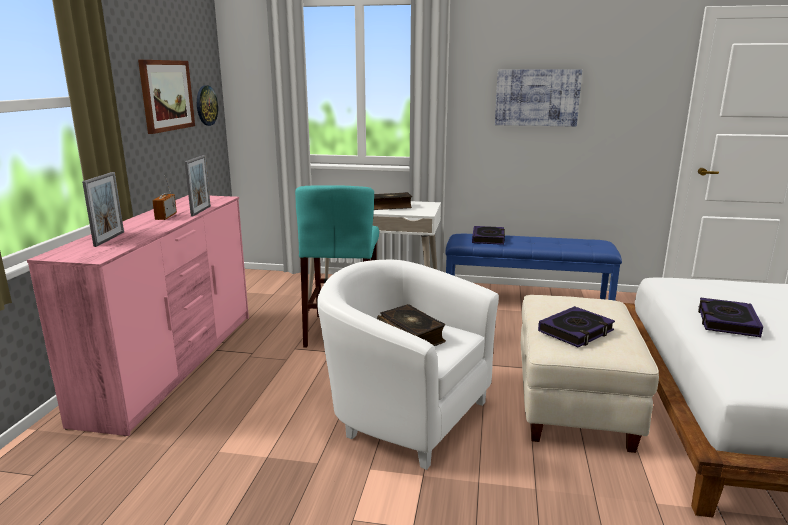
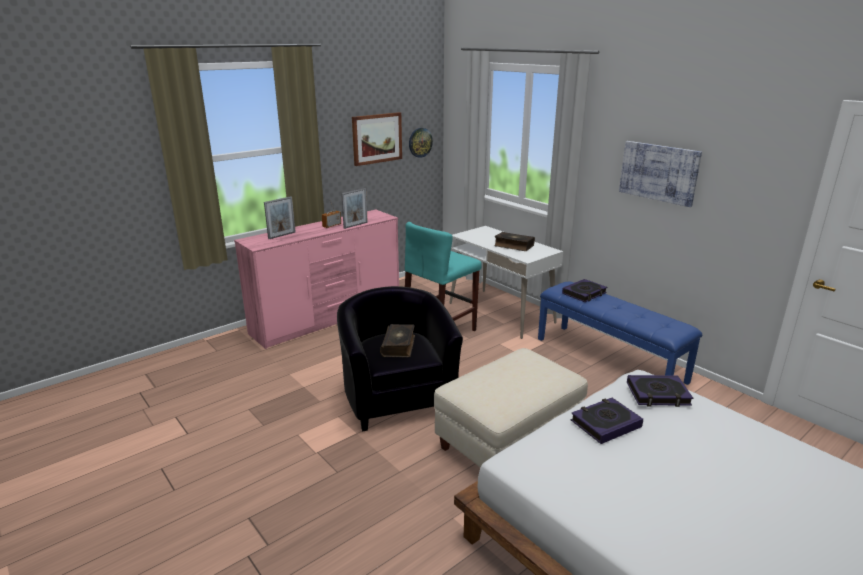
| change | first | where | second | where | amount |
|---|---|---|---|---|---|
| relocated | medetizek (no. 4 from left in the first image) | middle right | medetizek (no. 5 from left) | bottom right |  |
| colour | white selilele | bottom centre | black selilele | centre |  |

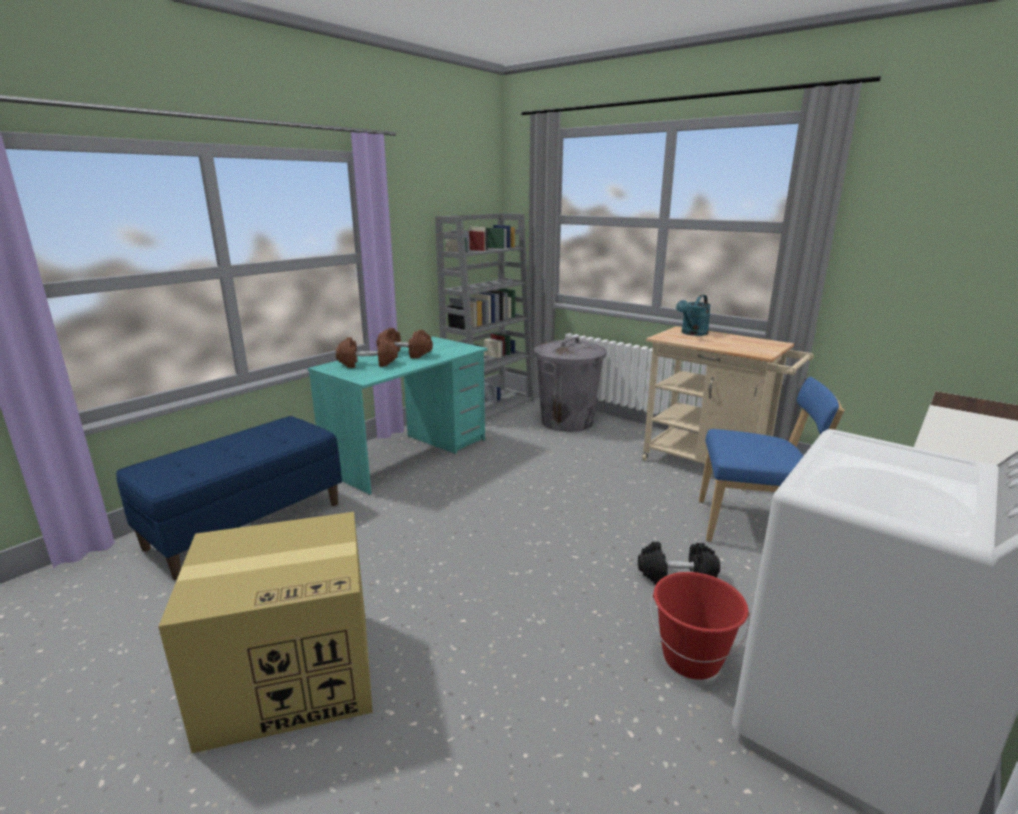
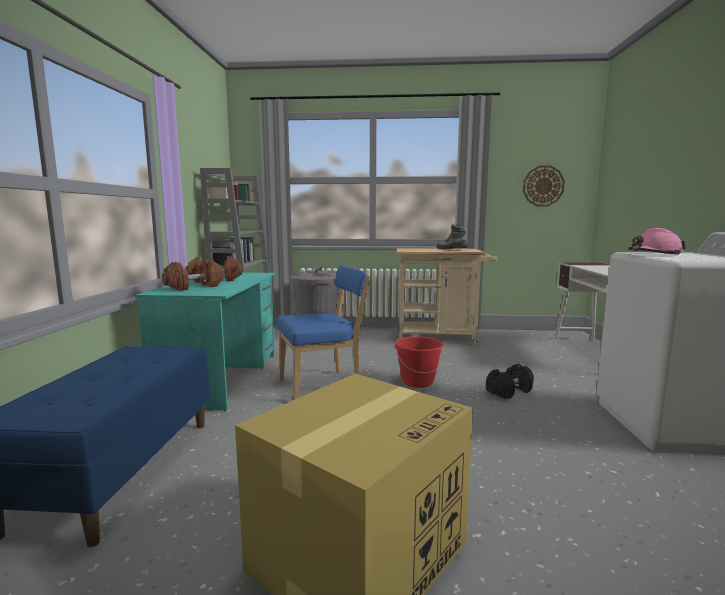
| change | first | where | second | where | amount |
|---|---|---|---|---|---|
| missing | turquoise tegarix | middle right |  |  |  |
| appeared |  |  | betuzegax | centre |  |
| appeared |  |  | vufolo | top right |  |
| appeared |  |  | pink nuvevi | middle right |  |
| relocated | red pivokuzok | bottom right |  | centre |  |
| relocated | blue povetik | middle right |  | centre |  |

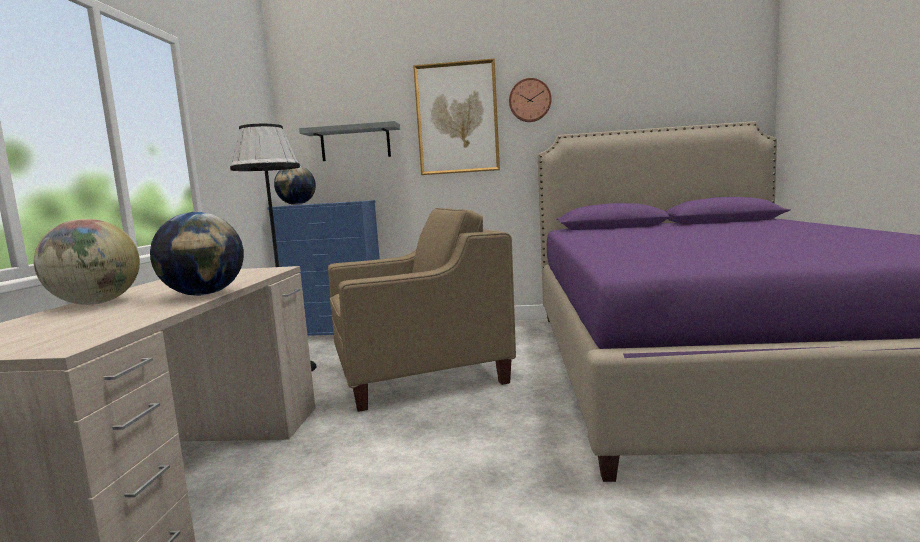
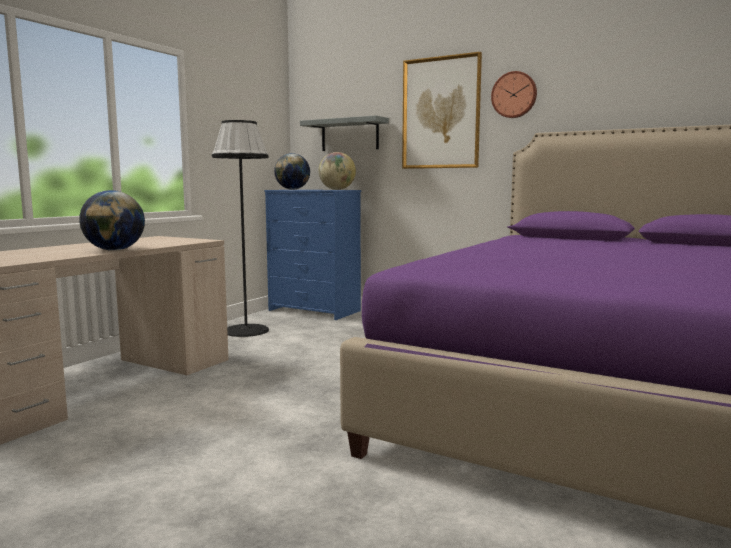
| change | first | where | second | where | amount |
|---|---|---|---|---|---|
| missing | beige selilele | centre |  |  |  |
| relocated | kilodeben (no. 1 from left in the first image) | middle left | kilodeben (no. 3 from left) | top centre |  |

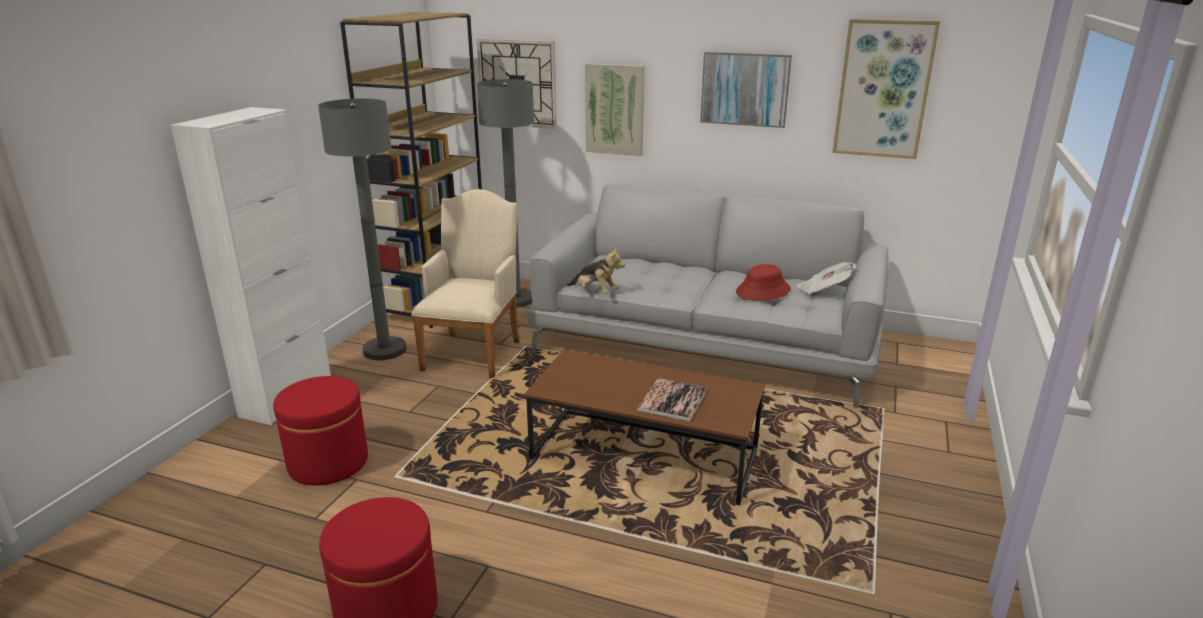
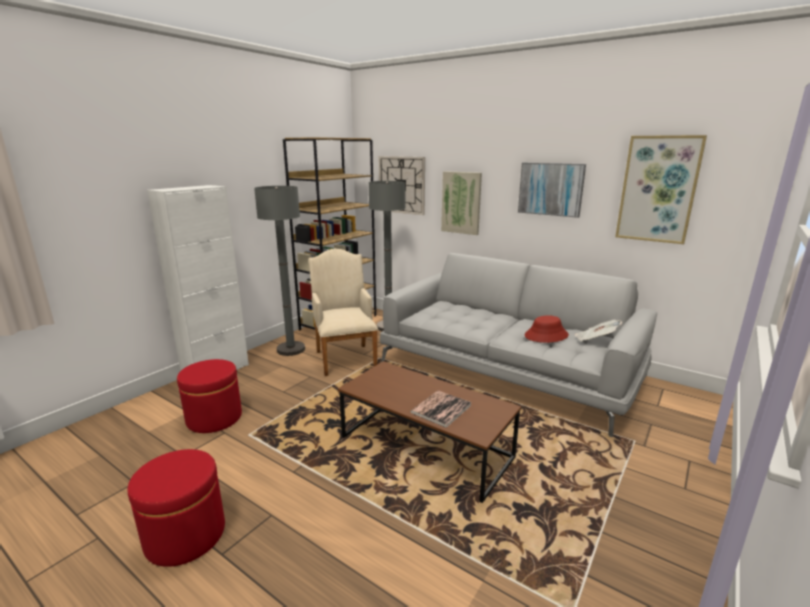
| change | first | where | second | where | amount |
|---|---|---|---|---|---|
| missing | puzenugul | centre |  |  |  |
| spun | beige selilele | centre |  | centre | 45 degrees counterclockwise |

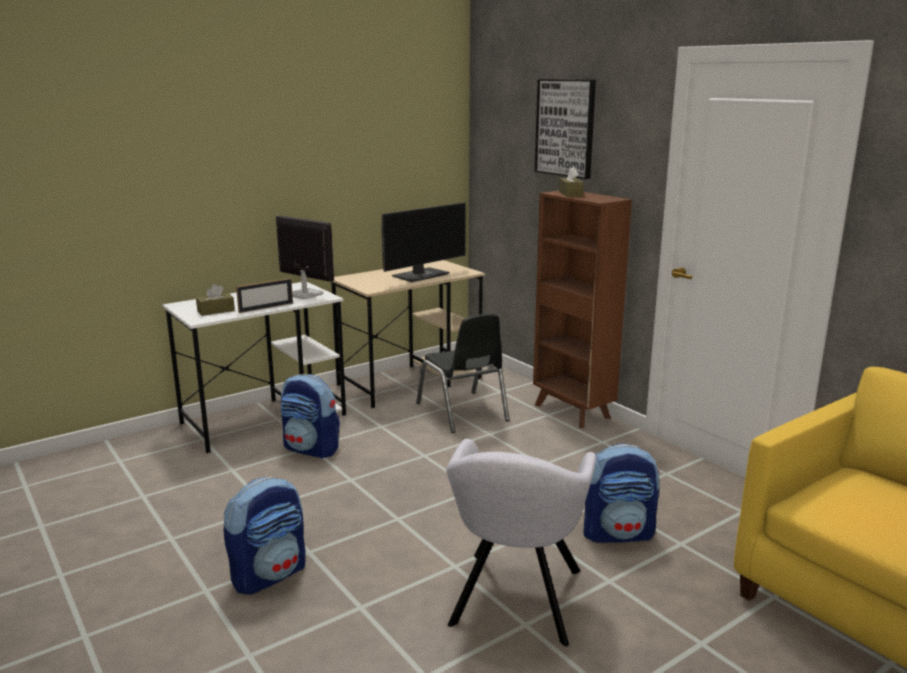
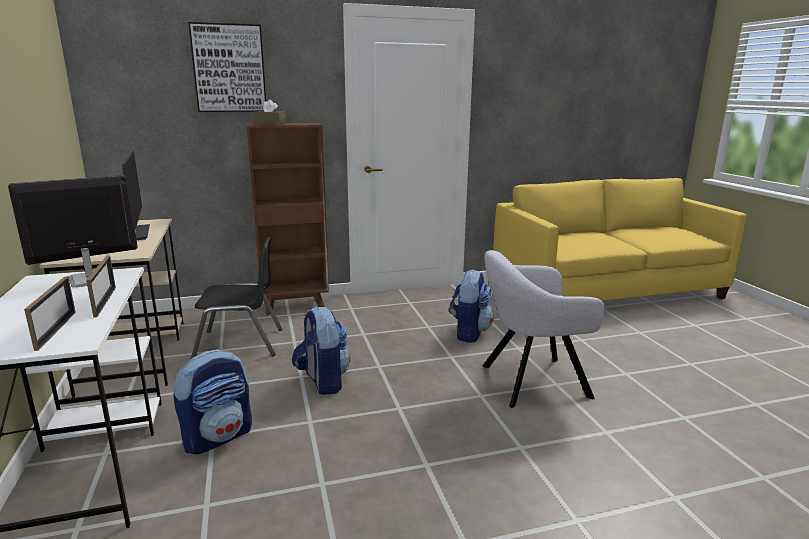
| change | first | where | second | where | amount |
|---|---|---|---|---|---|
| relocated | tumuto (no. 1 from left in the first image) | bottom left | tumuto (no. 2 from left) | centre |  |
| exchanged | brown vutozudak (no. 1 from left) | middle left | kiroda (no. 1 from left) | middle left |  |
| spun | grey selilele | bottom centre |  | middle right | 135 degrees clockwise |

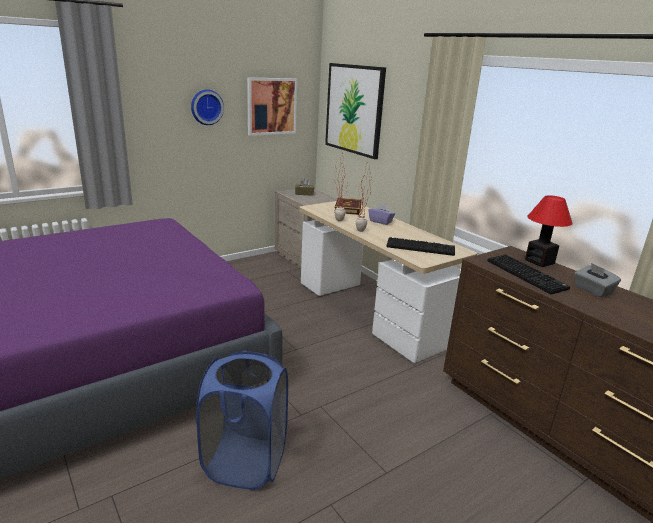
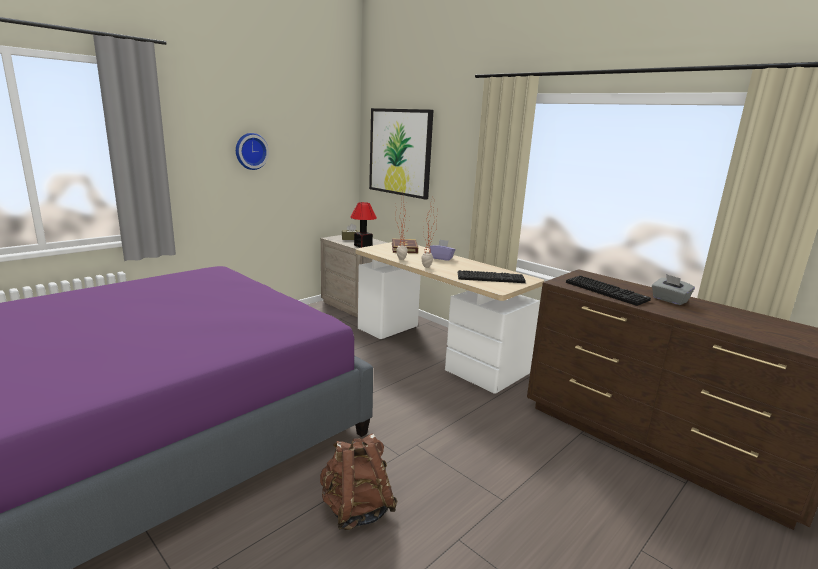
| change | first | where | second | where | amount |
|---|---|---|---|---|---|
| missing | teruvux (no. 1 from left) | top centre |  |  |  |
| relocated | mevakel | middle right |  | centre |  |
| exchanged | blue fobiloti | bottom centre | brown tumuto | bottom centre |  |

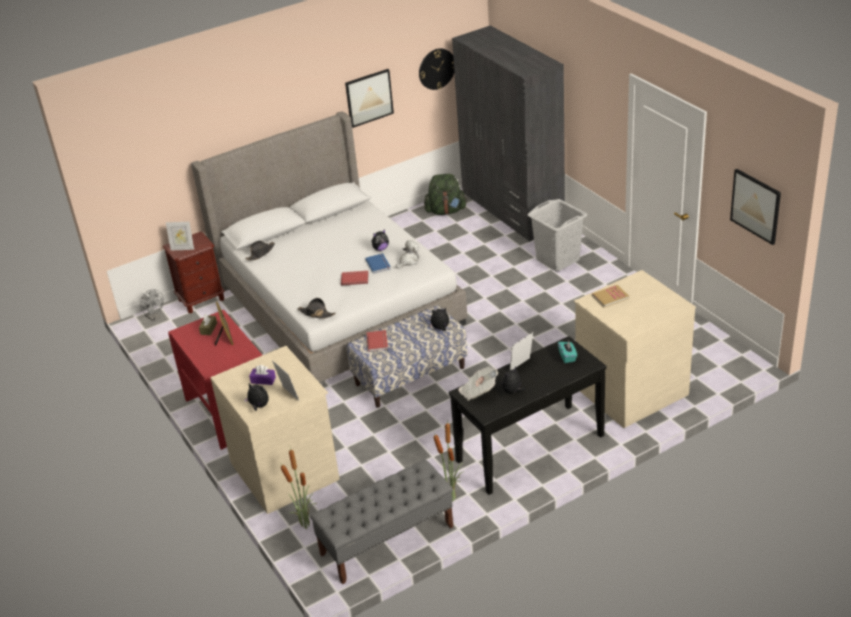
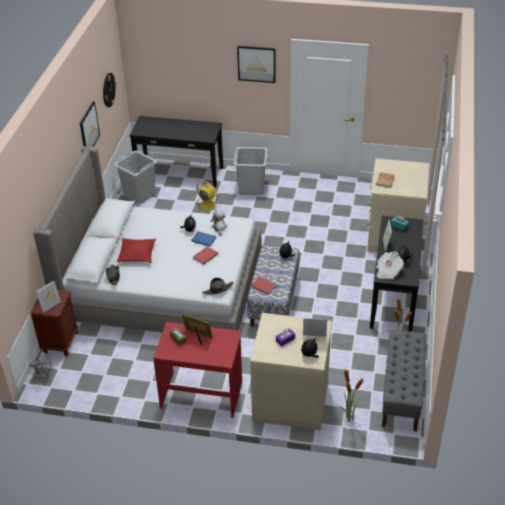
| change | first | where | second | where | amount |
|---|---|---|---|---|---|
| appeared |  |  | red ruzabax | middle left |  |
| appeared |  |  | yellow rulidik | centre |  |
| relocated | teruvux (no. 2 from left) | middle right |  | top centre |  |
| exchanged | green tumuto | top centre | grey fobiloti (no. 1 from left) | middle left |  |
| exchanged | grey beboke | top centre | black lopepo (no. 1 from left) | top centre |  |

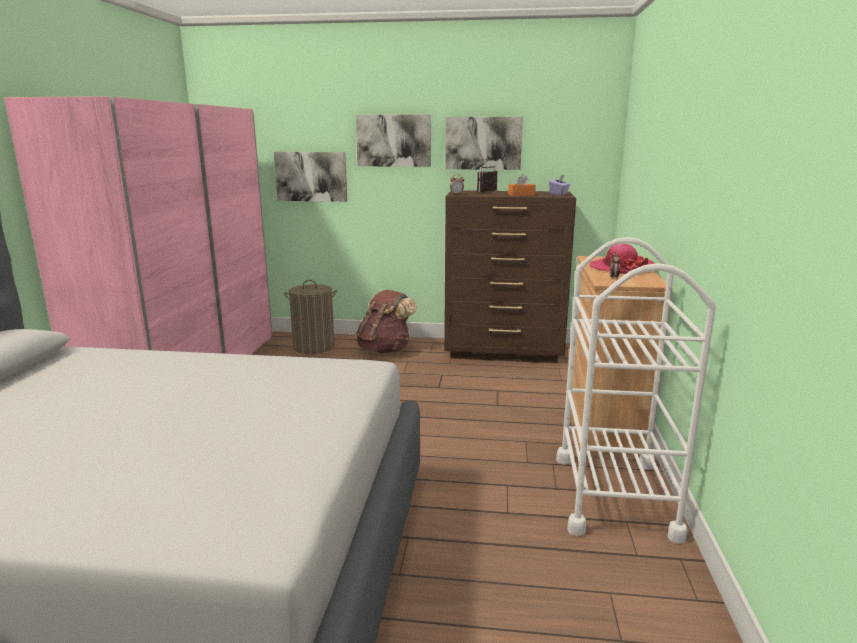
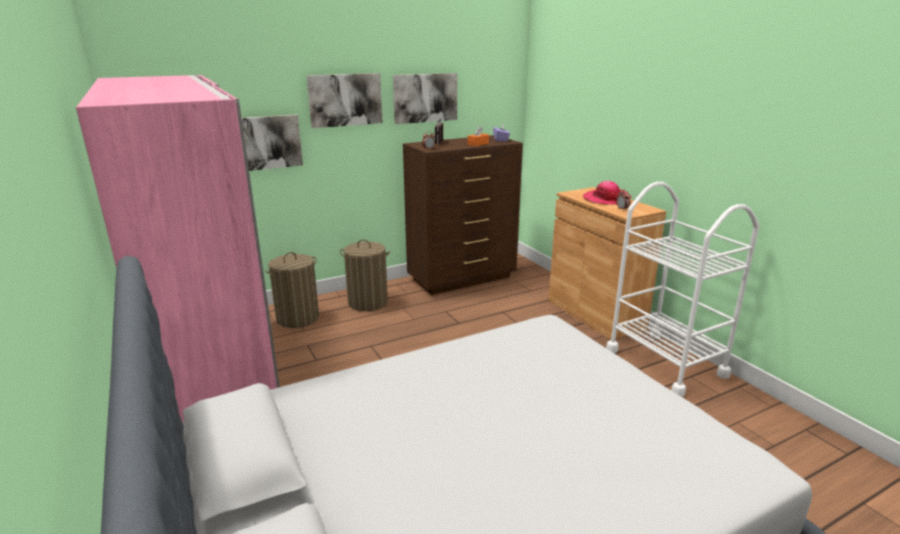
| change | first | where | second | where | amount |
|---|---|---|---|---|---|
| exchanged | brown tumuto | centre | fobiloti (no. 2 from left) | centre |  |

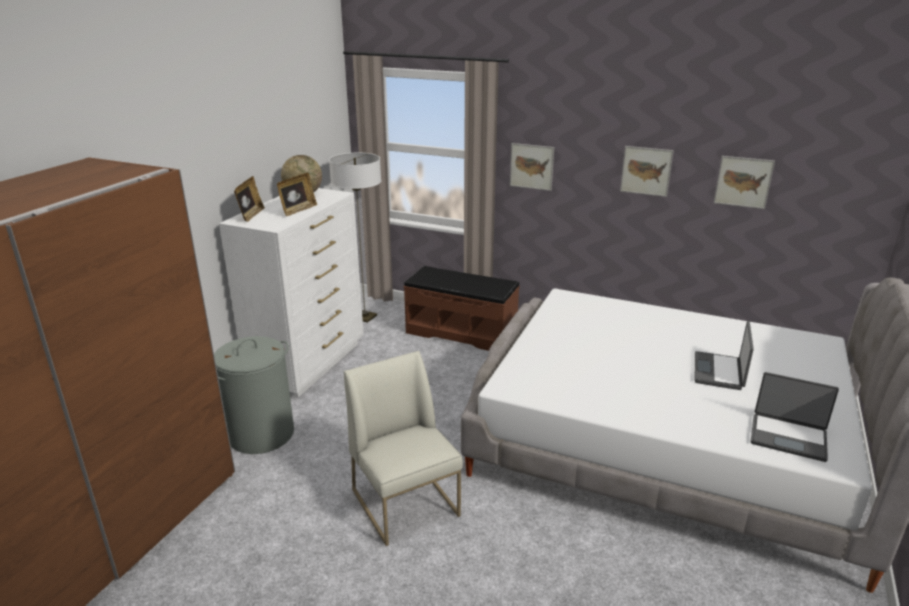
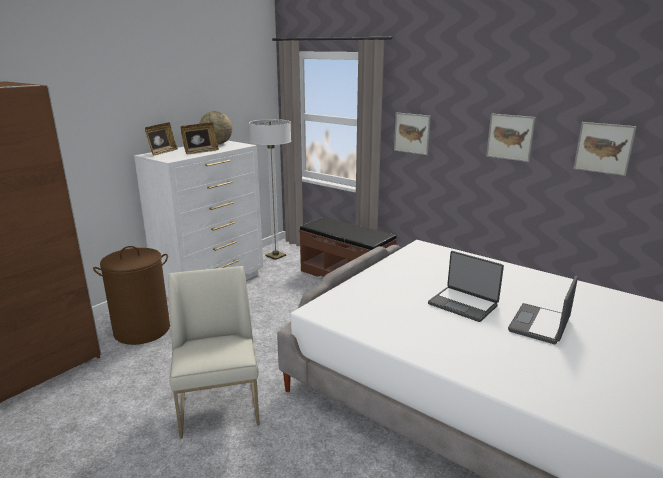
| change | first | where | second | where | amount |
|---|---|---|---|---|---|
| relocated | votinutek (no. 2 from left in the first image) | bottom right | votinutek (no. 1 from left) | middle right |  |
| colour | grey fobiloti | middle left | brown fobiloti | middle left |  |

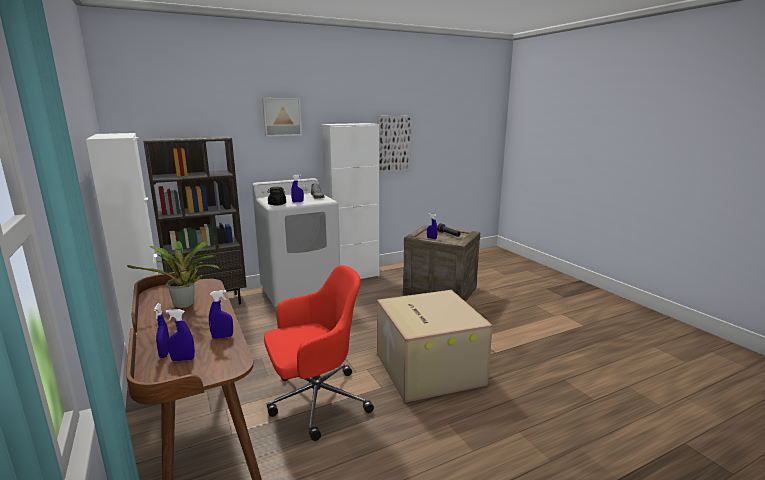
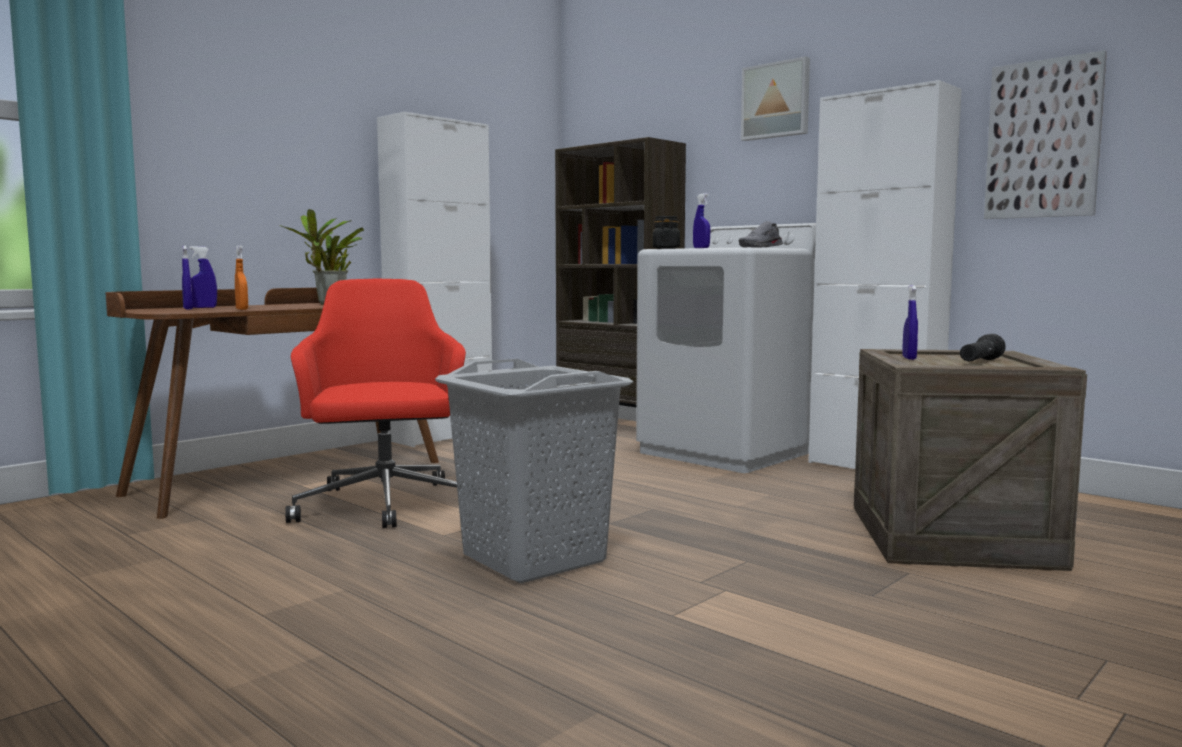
| change | first | where | second | where | amount |
|---|---|---|---|---|---|
| exchanged | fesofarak | bottom centre | grey fobiloti | centre |  |
| colour | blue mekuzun (no. 3 from left) | middle left | orange mekuzun | middle left |  |
| spun | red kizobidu | bottom centre |  | middle left | 150 degrees counterclockwise |

